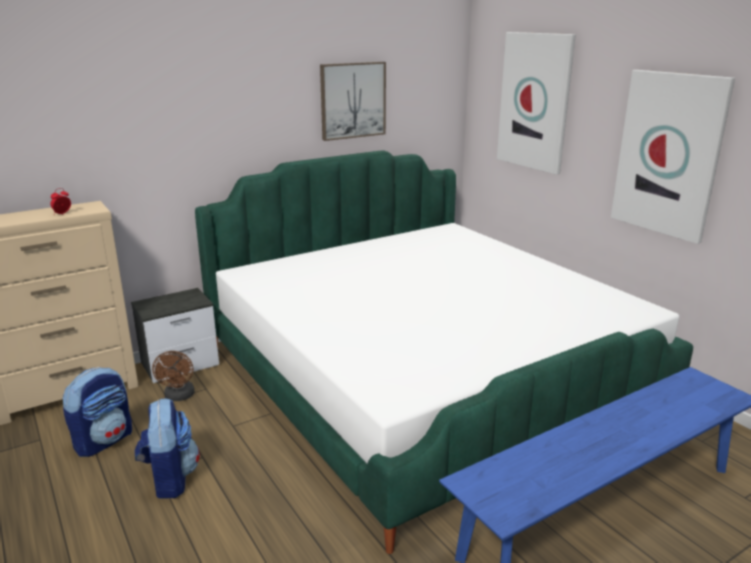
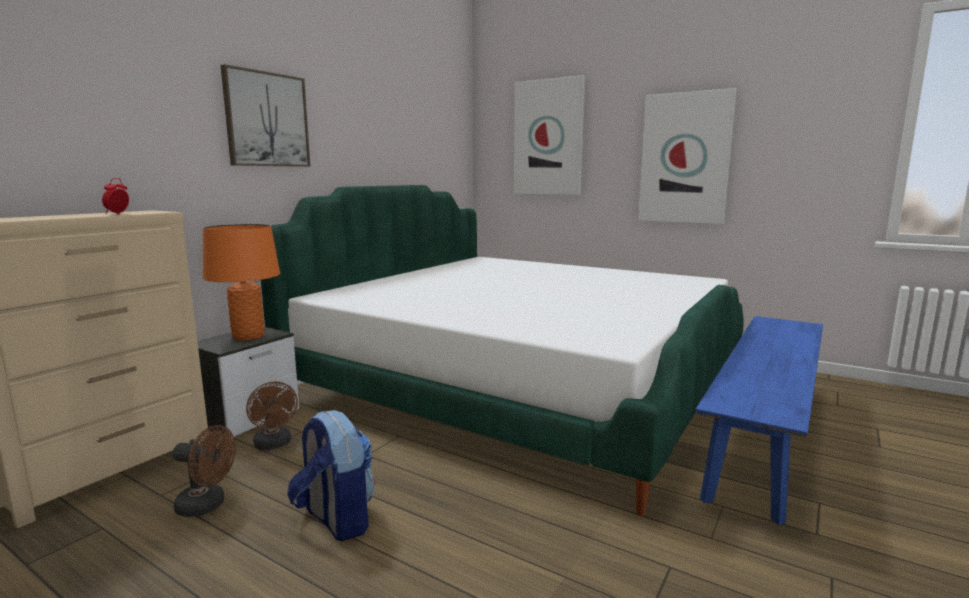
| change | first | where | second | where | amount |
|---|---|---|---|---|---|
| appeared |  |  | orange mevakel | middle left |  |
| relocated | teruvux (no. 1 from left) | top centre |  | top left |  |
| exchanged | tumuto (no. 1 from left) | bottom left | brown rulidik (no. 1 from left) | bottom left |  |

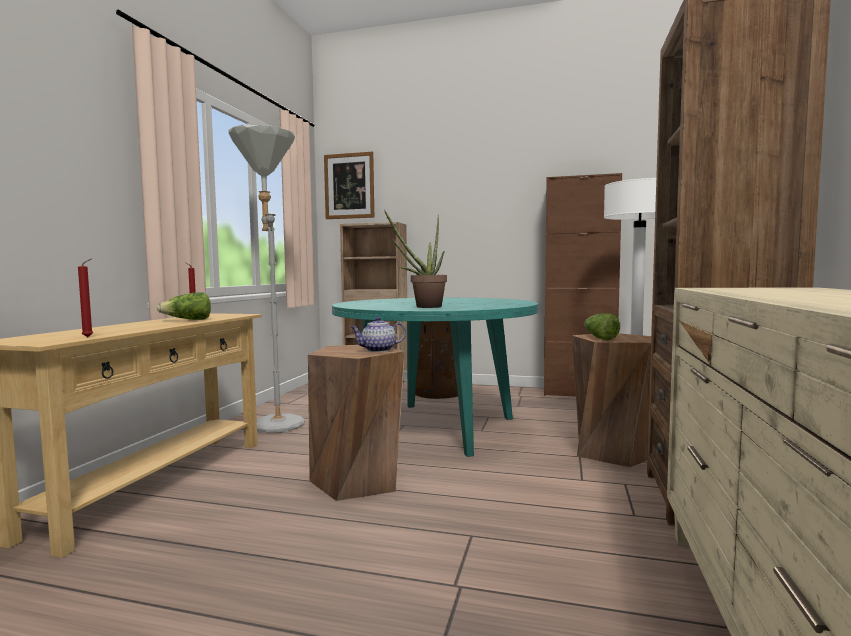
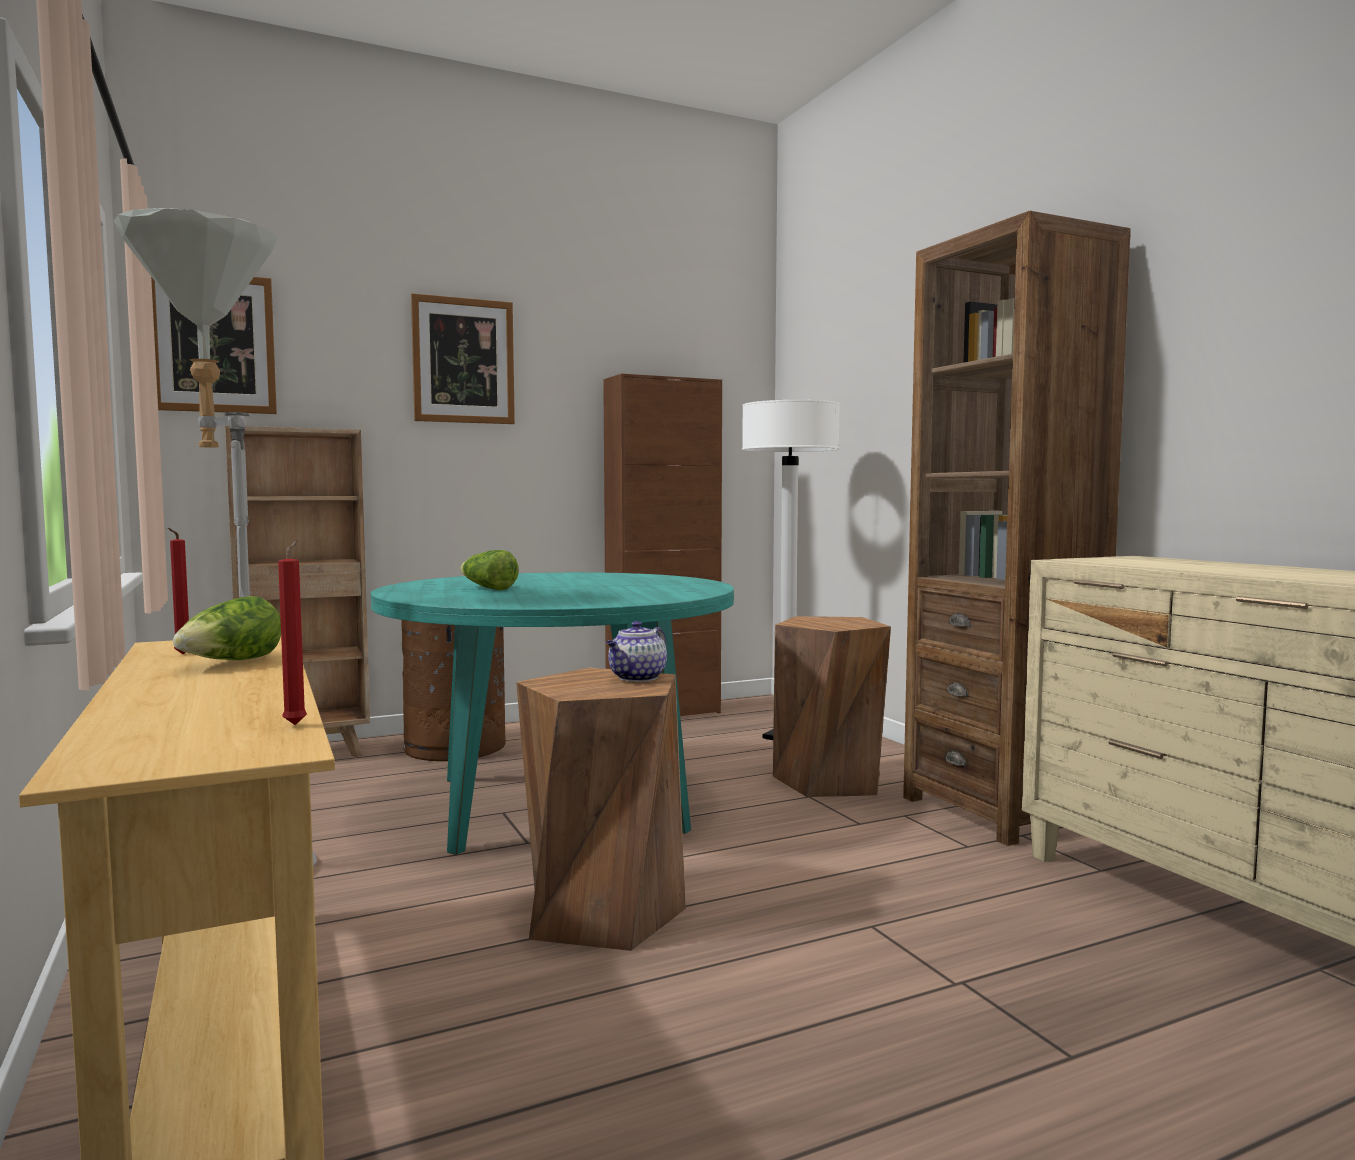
| change | first | where | second | where | amount |
|---|---|---|---|---|---|
| missing | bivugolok | centre |  |  |  |
| appeared |  |  | teruvux (no. 2 from left) | top centre |  |
| relocated | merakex (no. 2 from left) | middle right |  | centre |  |

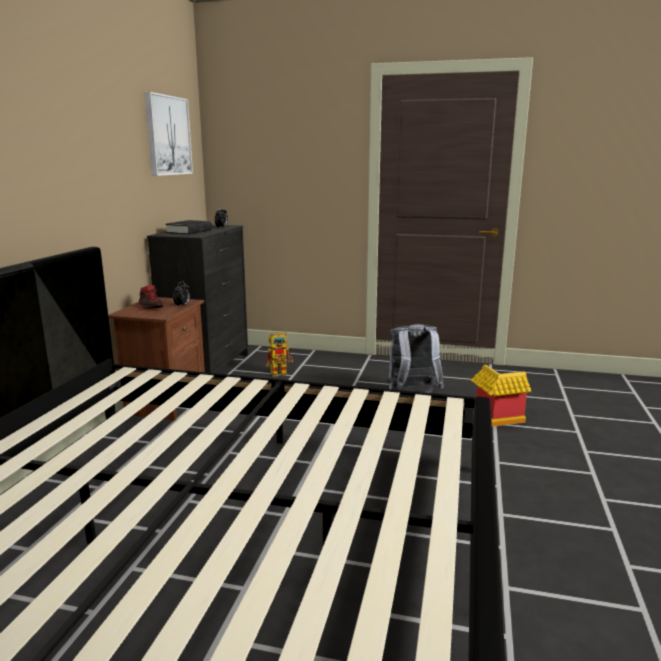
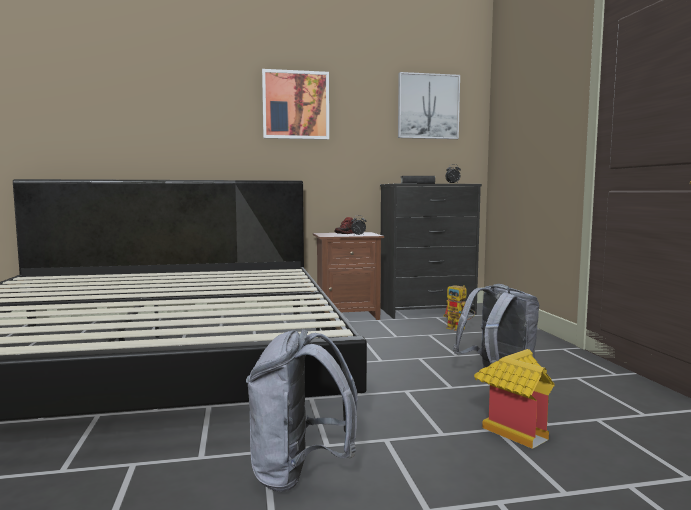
| change | first | where | second | where | amount |
|---|---|---|---|---|---|
| appeared |  |  | grey tumuto (no. 1 from left) | bottom centre |  |
| appeared |  |  | teruvux (no. 1 from left) | top centre |  |

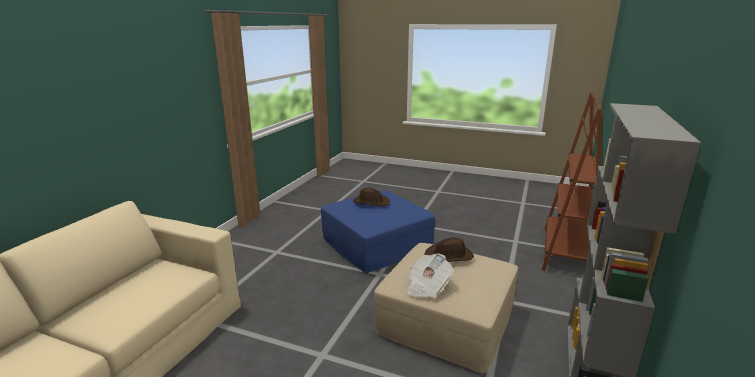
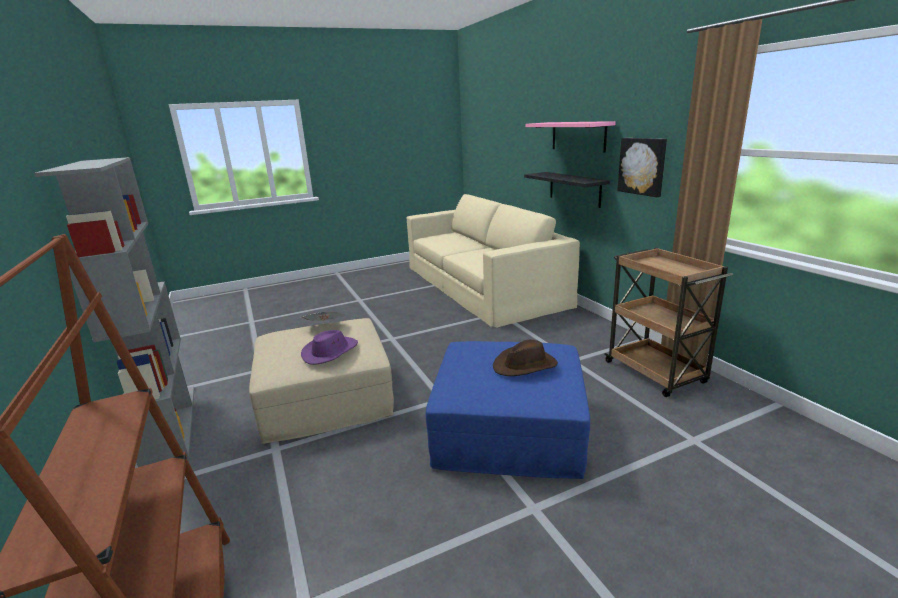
| change | first | where | second | where | amount |
|---|---|---|---|---|---|
| appeared |  |  | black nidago | top centre |  |
| appeared |  |  | pink nidago | top centre |  |
| appeared |  |  | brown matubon | middle right |  |
| appeared |  |  | teruvux | top right |  |
| colour | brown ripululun (no. 2 from left) | centre | purple ripululun | centre |  |

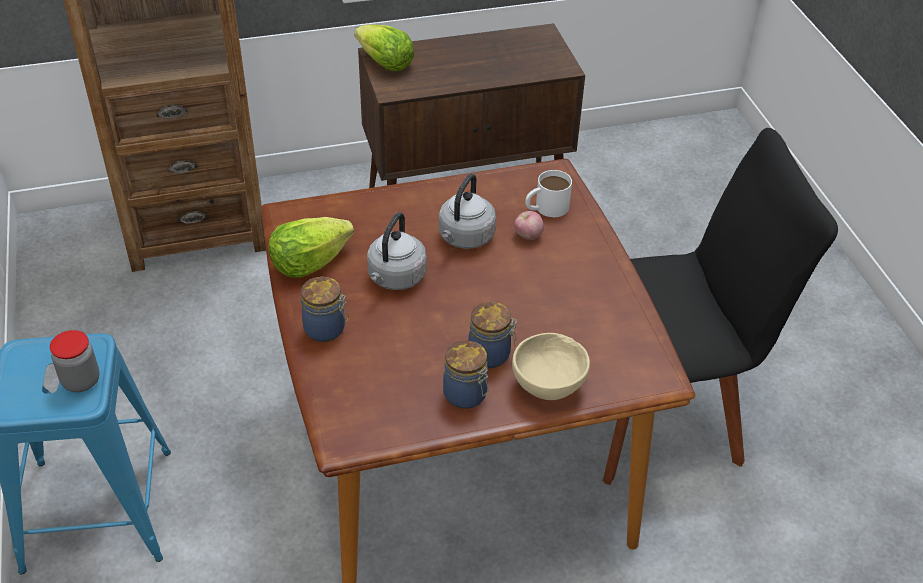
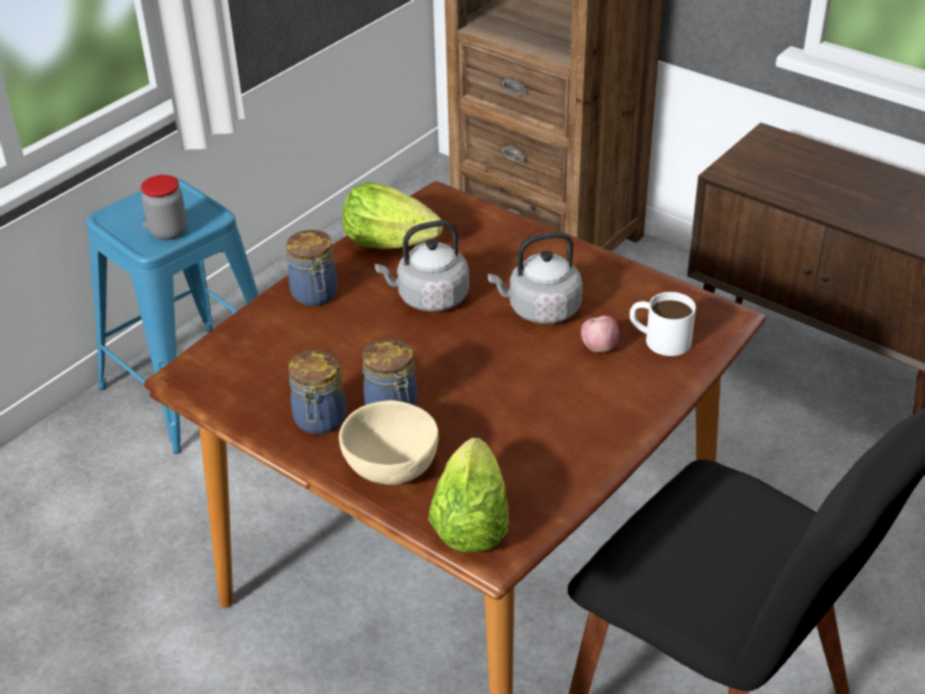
| change | first | where | second | where | amount |
|---|---|---|---|---|---|
| relocated | merakex (no. 2 from left) | top centre |  | bottom centre |  |

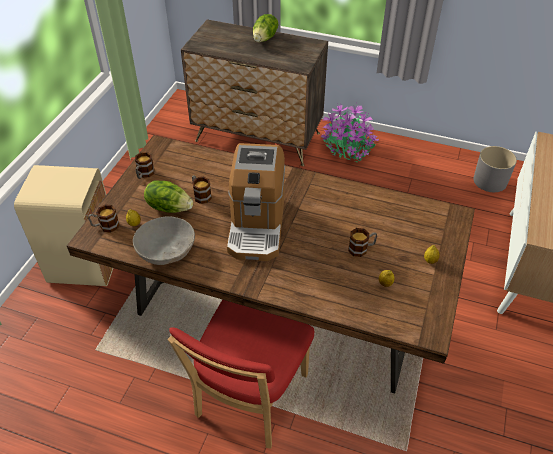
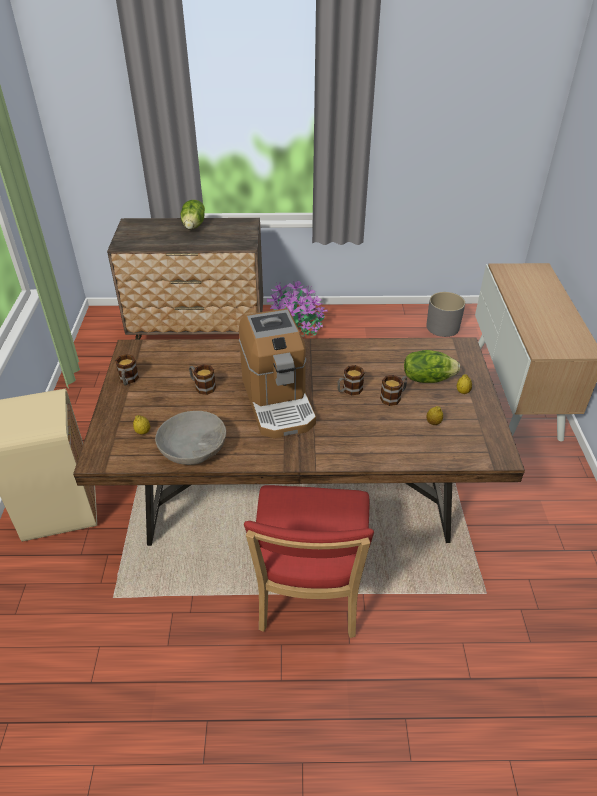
| change | first | where | second | where | amount |
|---|---|---|---|---|---|
| relocated | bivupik (no. 1 from left in the first image) | middle left | bivupik (no. 3 from left) | centre |  |
| relocated | merakex (no. 1 from left in the first image) | middle left | merakex (no. 2 from left) | middle right |  |

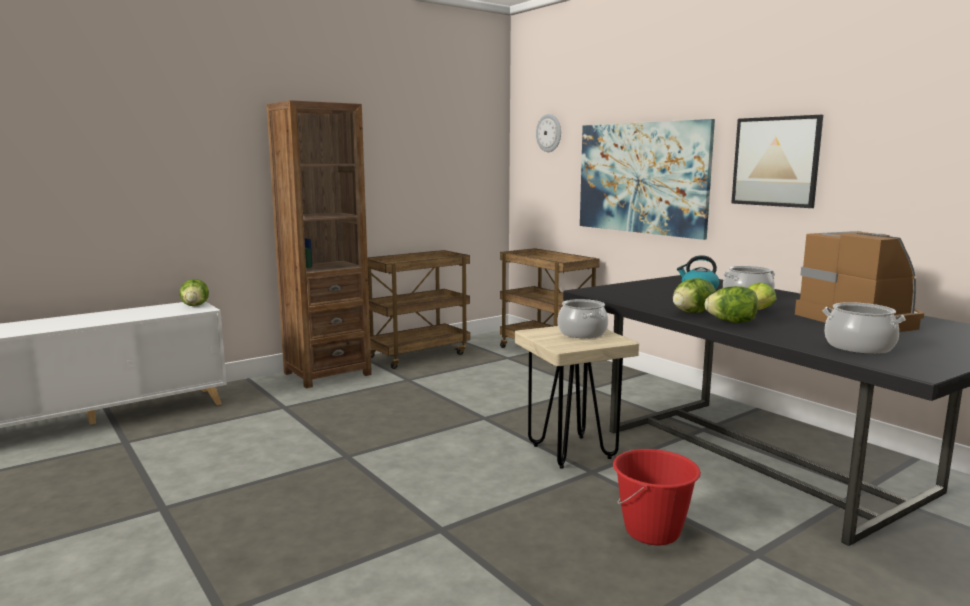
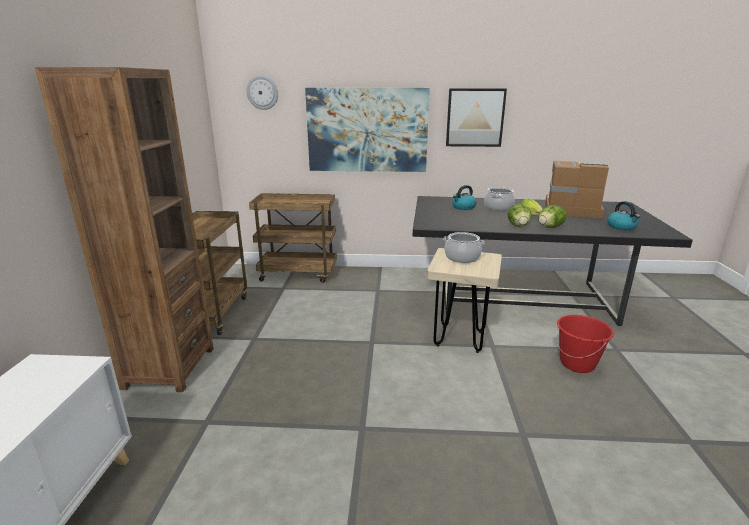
| change | first | where | second | where | amount |
|---|---|---|---|---|---|
| missing | merakex (no. 1 from left) | middle left |  |  |  |
| exchanged | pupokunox (no. 3 from left) | middle right | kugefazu (no. 2 from left) | middle right |  |

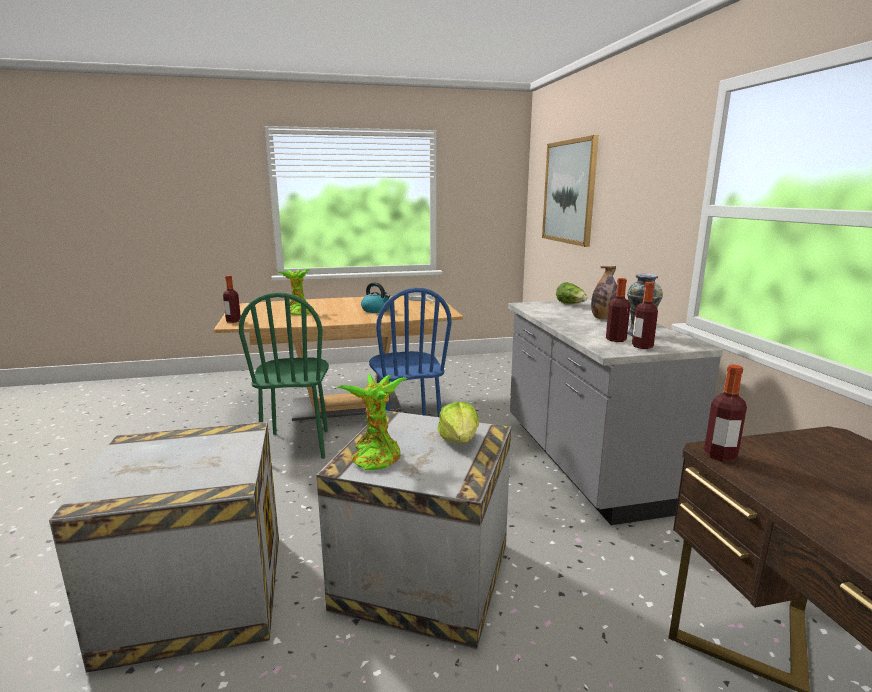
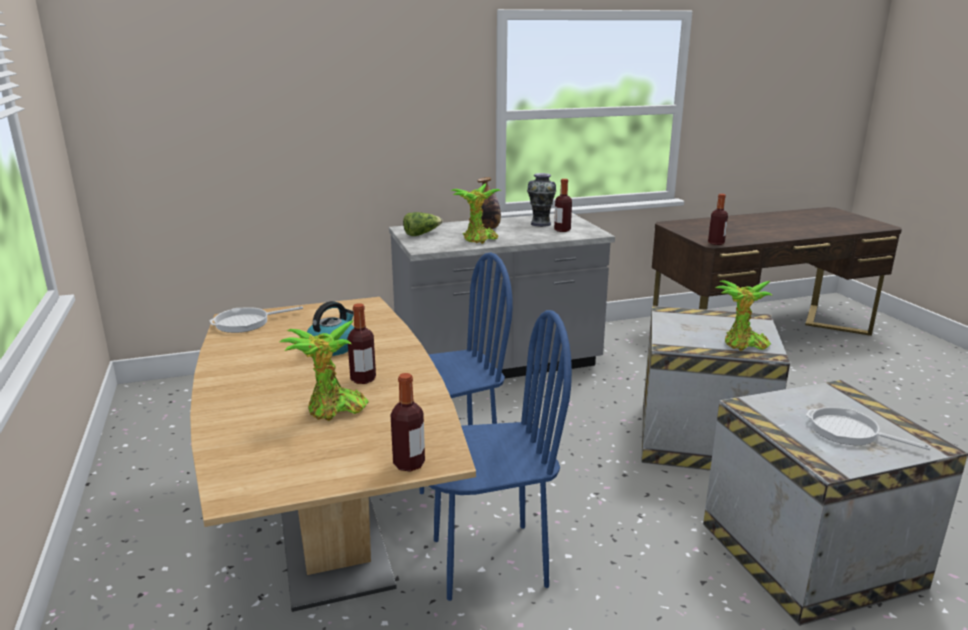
| change | first | where | second | where | amount |
|---|---|---|---|---|---|
| missing | merakex (no. 1 from left) | centre |  |  |  |
| missing | teruvux | top centre |  |  |  |
| appeared |  |  | bivugolok (no. 2 from left) | centre |  |
| appeared |  |  | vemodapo (no. 2 from left) | bottom right |  |
| relocated | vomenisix (no. 4 from left in the first image) | middle right | vomenisix (no. 1 from left) | centre |  |
| colour | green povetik | middle left | blue povetik (no. 2 from left) | bottom centre |  |

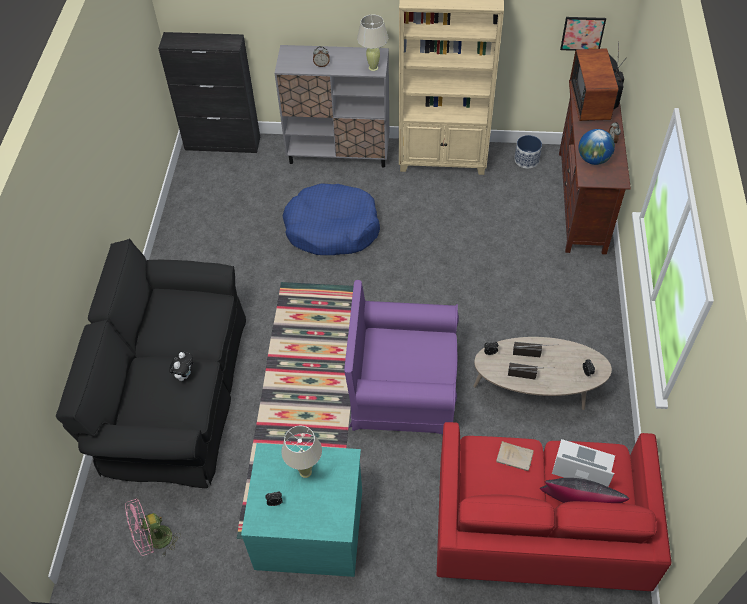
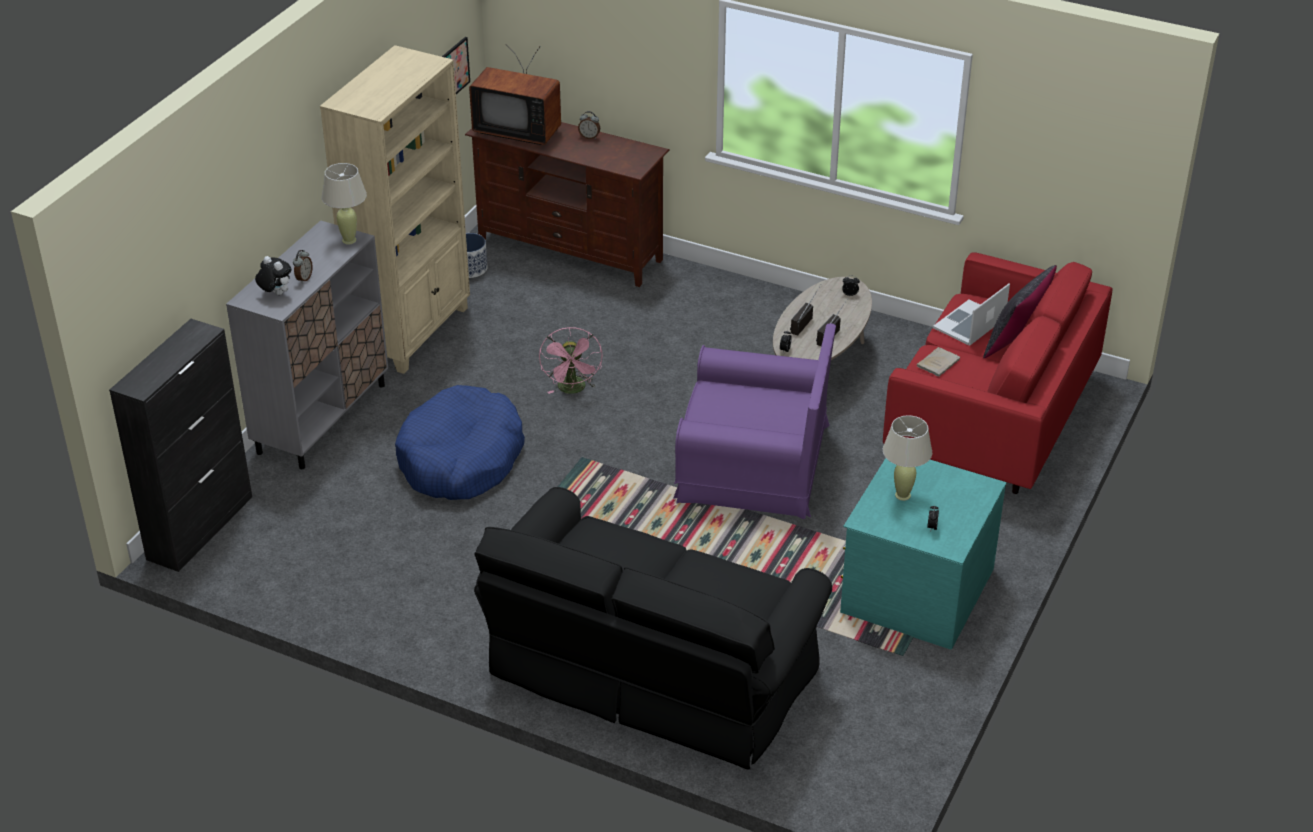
| change | first | where | second | where | amount |
|---|---|---|---|---|---|
| missing | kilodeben | top right |  |  |  |
| relocated | pink rulidik | bottom left |  | centre |  |
| relocated | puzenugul | middle left |  | top left |  |
| spun | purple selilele | centre |  | centre | 105 degrees counterclockwise |

